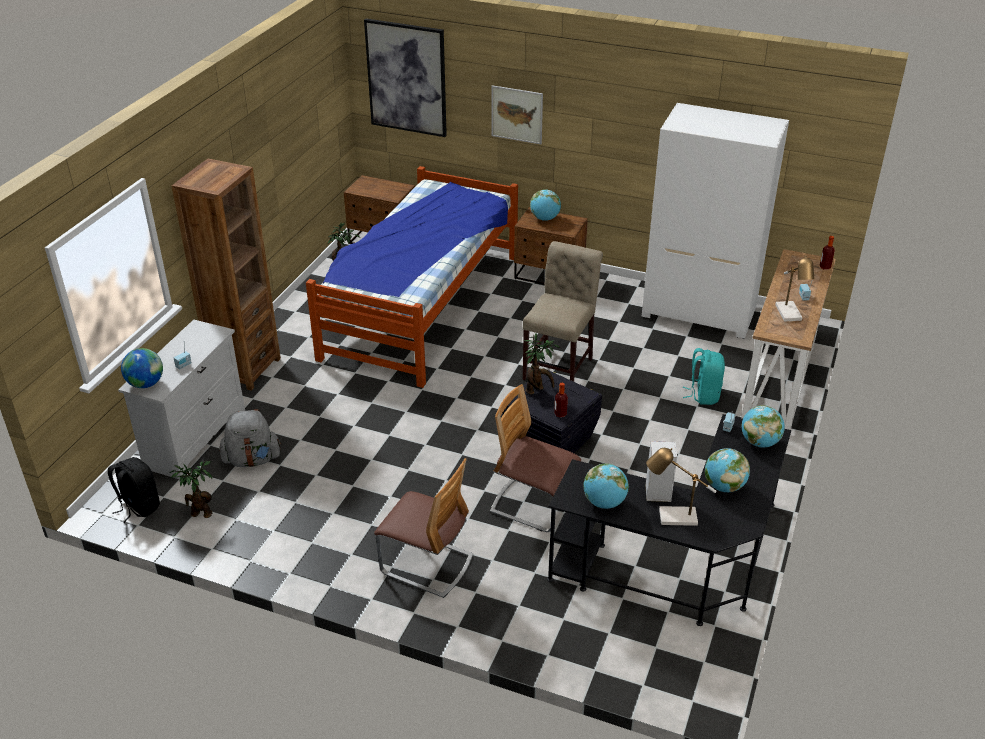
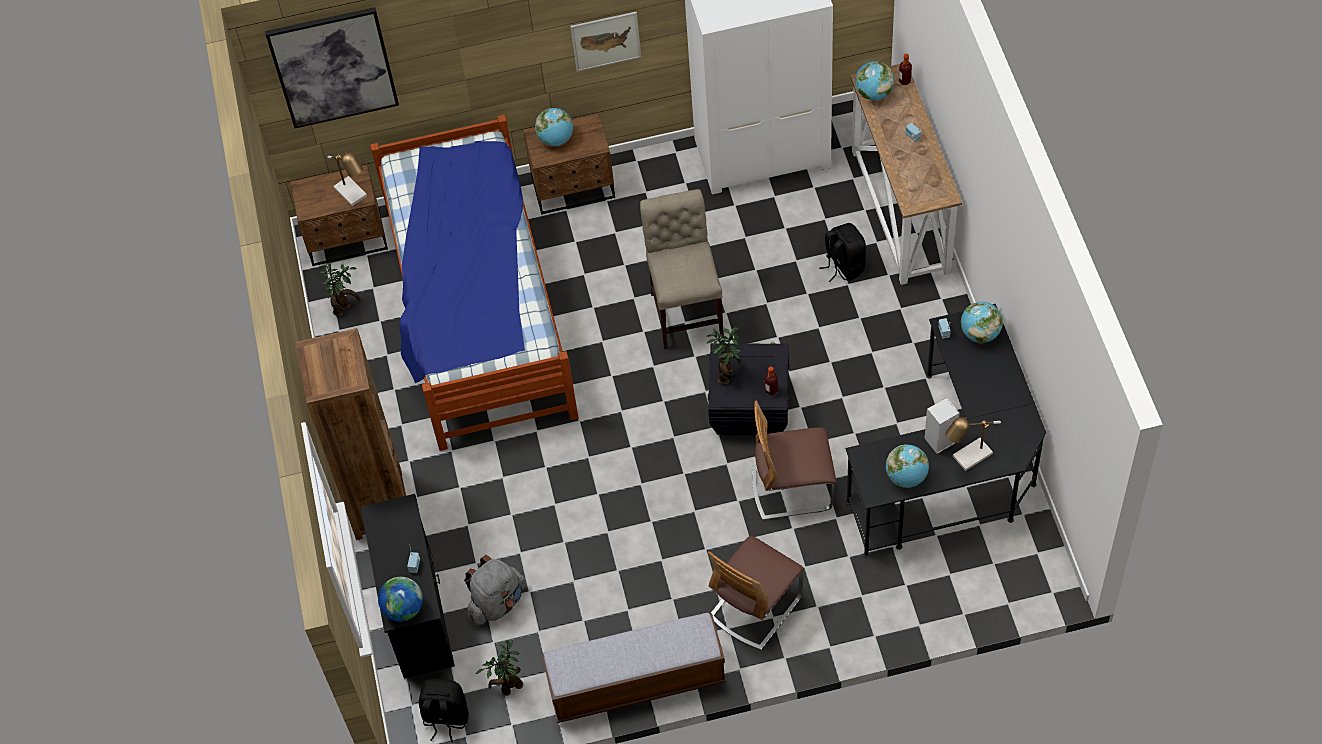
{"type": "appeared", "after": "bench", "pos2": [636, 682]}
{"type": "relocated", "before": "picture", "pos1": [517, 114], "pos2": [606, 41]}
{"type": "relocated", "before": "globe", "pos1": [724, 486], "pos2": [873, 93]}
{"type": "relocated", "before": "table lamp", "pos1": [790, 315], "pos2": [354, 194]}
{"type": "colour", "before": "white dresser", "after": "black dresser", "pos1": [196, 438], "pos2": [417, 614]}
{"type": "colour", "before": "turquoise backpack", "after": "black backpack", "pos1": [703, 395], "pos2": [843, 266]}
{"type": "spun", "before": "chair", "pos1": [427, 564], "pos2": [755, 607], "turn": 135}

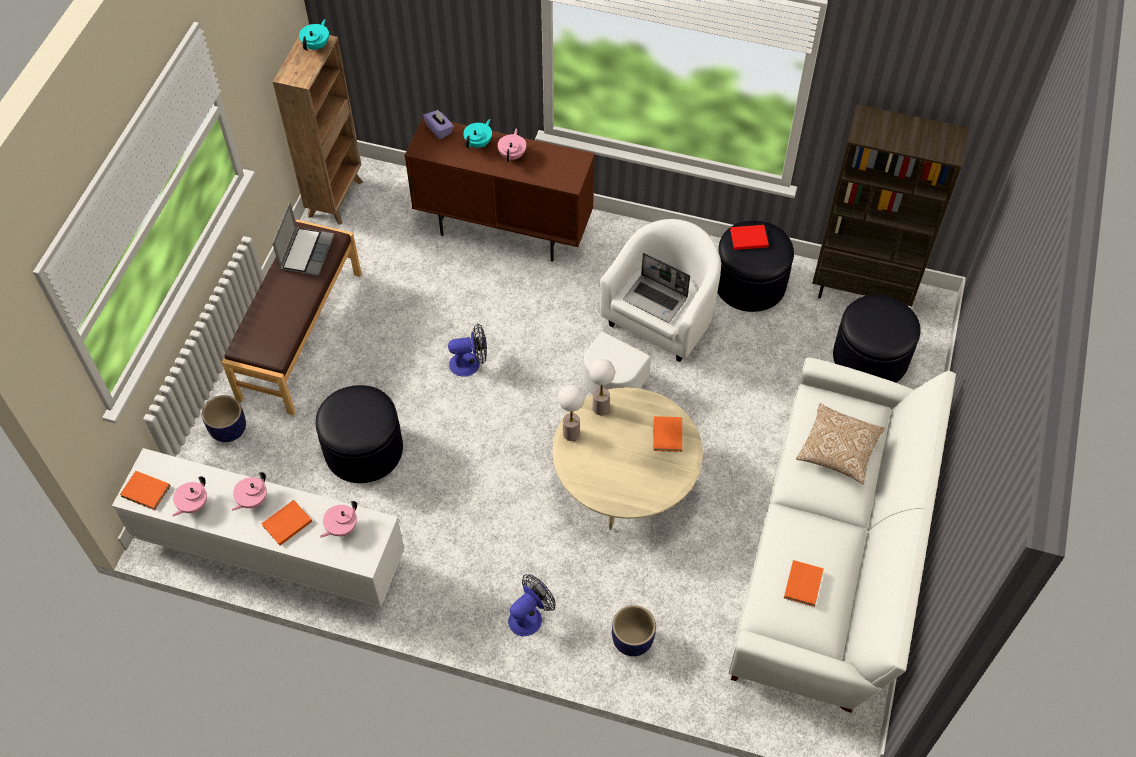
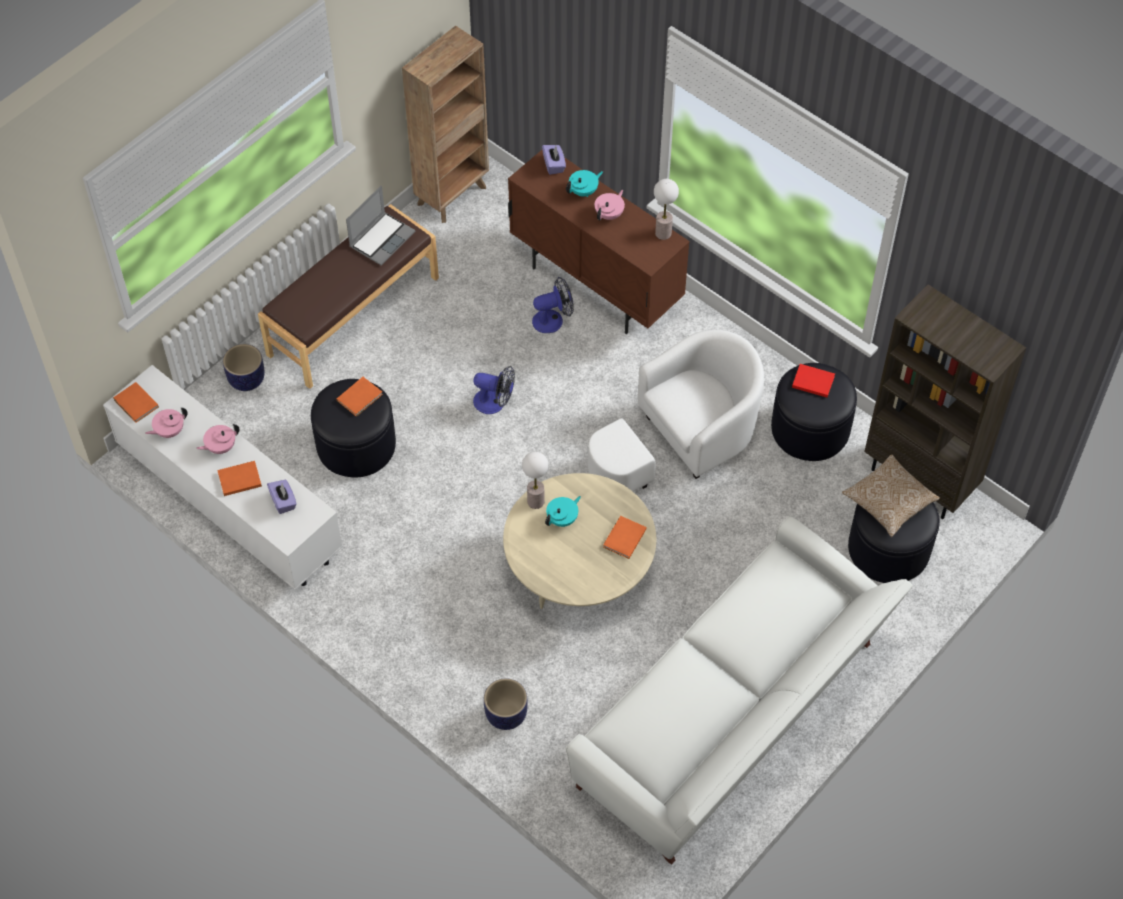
{"type": "missing", "before": "laptop", "pos1": [656, 299]}
{"type": "relocated", "before": "turquoise teapot", "pos1": [317, 45], "pos2": [563, 519]}
{"type": "relocated", "before": "fan", "pos1": [530, 616], "pos2": [553, 320]}
{"type": "relocated", "before": "table lamp", "pos1": [600, 408], "pos2": [663, 233]}
{"type": "relocated", "before": "orange book", "pos1": [804, 583], "pos2": [361, 397]}
{"type": "relocated", "before": "pillow", "pos1": [838, 450], "pos2": [889, 502]}
{"type": "exchanged", "before": "pink teapot", "after": "purple tissue box", "pos1": [341, 527], "pos2": [283, 501]}

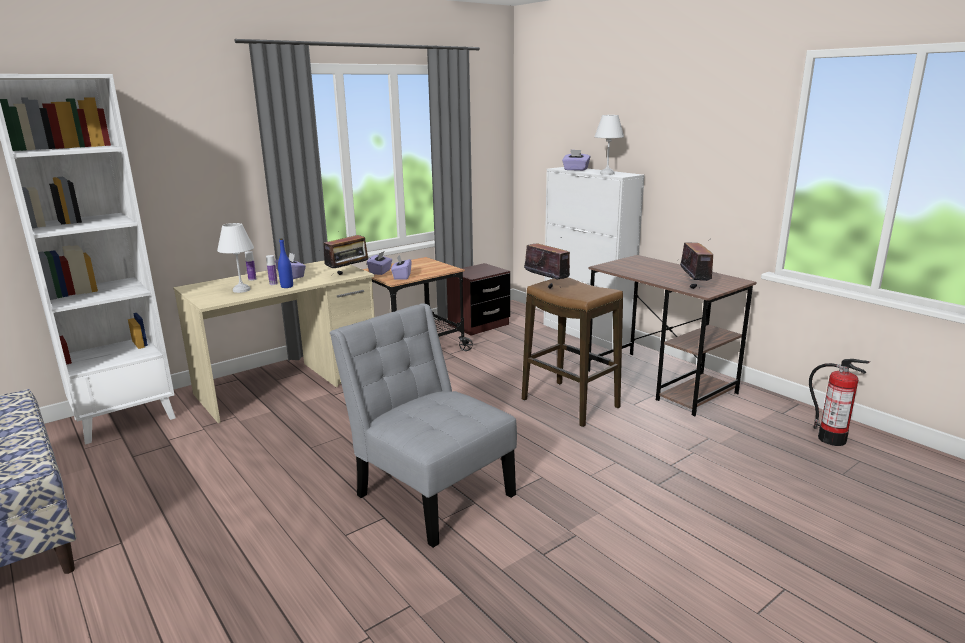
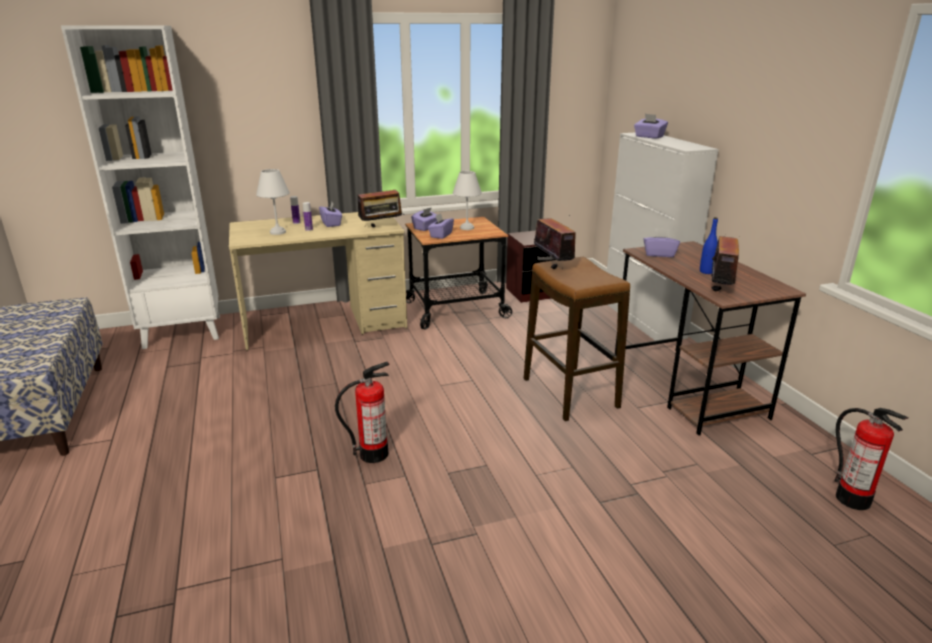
{"type": "appeared", "after": "purple tissue box", "pos2": [659, 254]}
{"type": "relocated", "before": "blue bottle", "pos1": [287, 286], "pos2": [706, 272]}
{"type": "relocated", "before": "white table lamp", "pos1": [607, 174], "pos2": [467, 228]}
{"type": "exchanged", "before": "grey chair", "after": "fire extinguisher", "pos1": [430, 491], "pos2": [373, 454]}

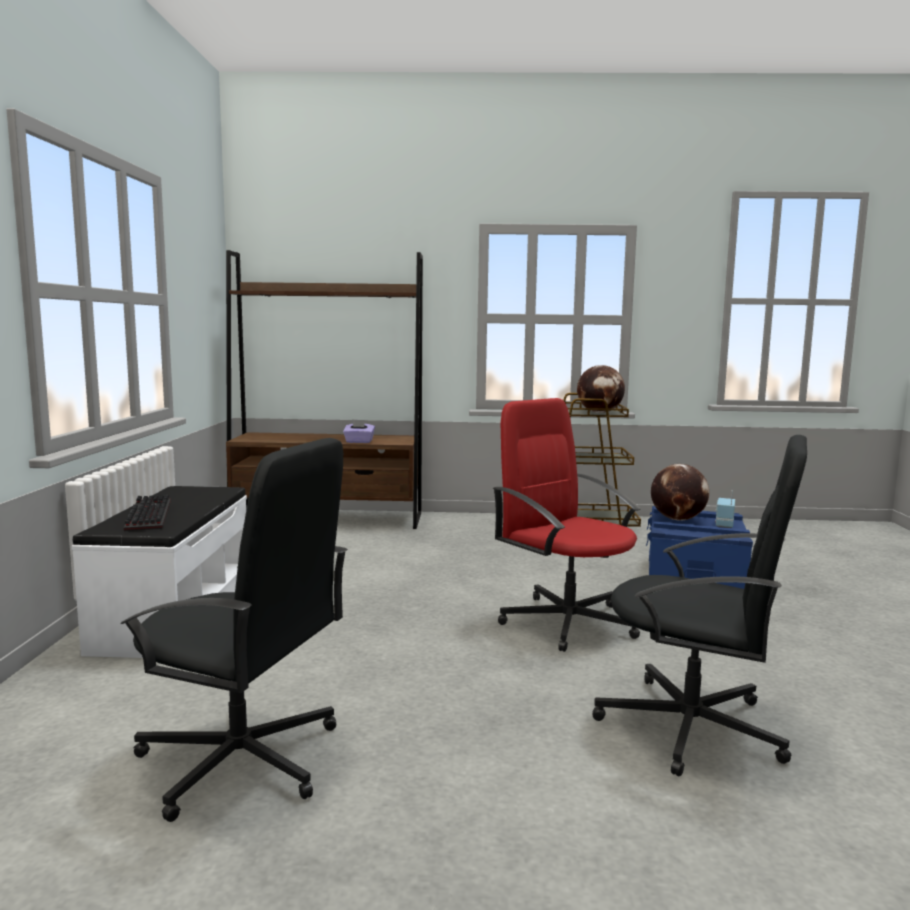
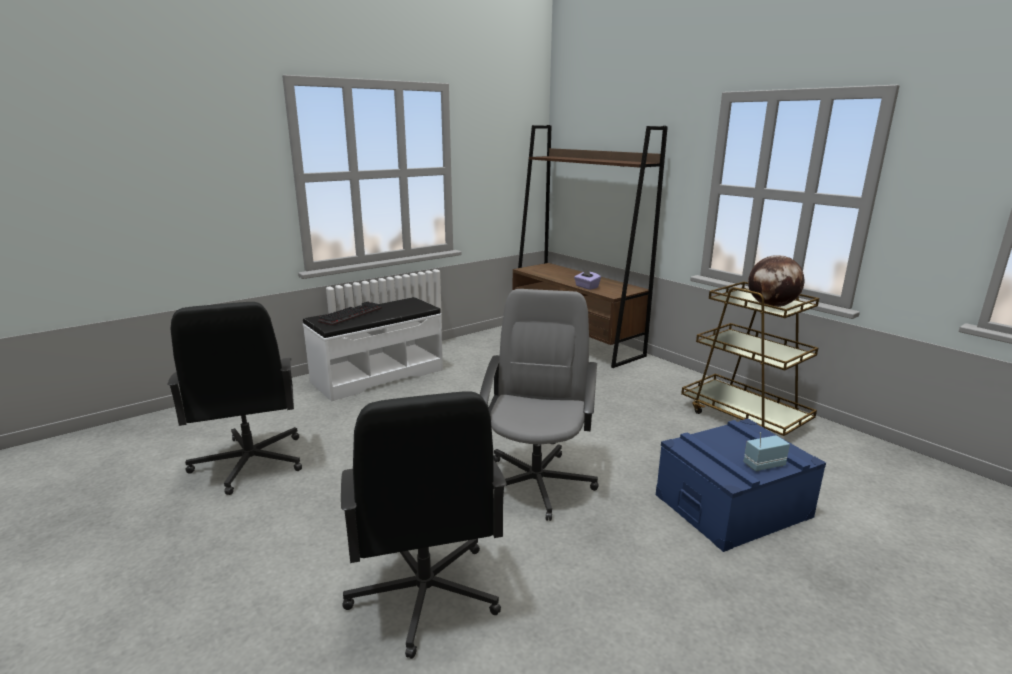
{"type": "missing", "before": "globe", "pos1": [677, 519]}
{"type": "colour", "before": "red office chair", "after": "grey office chair", "pos1": [567, 621], "pos2": [537, 482]}

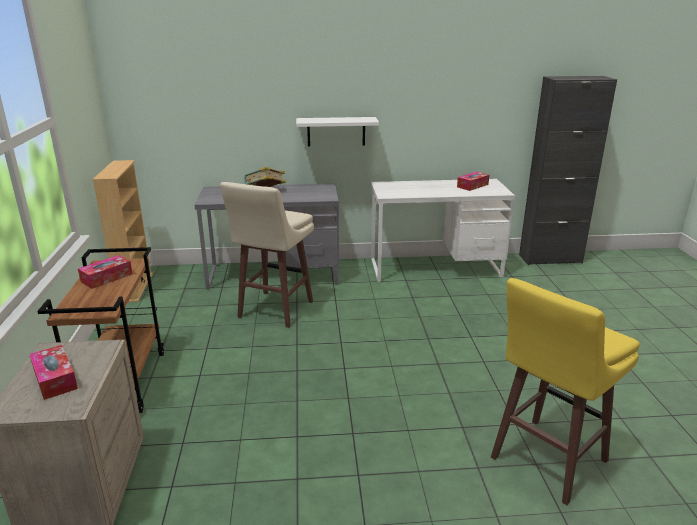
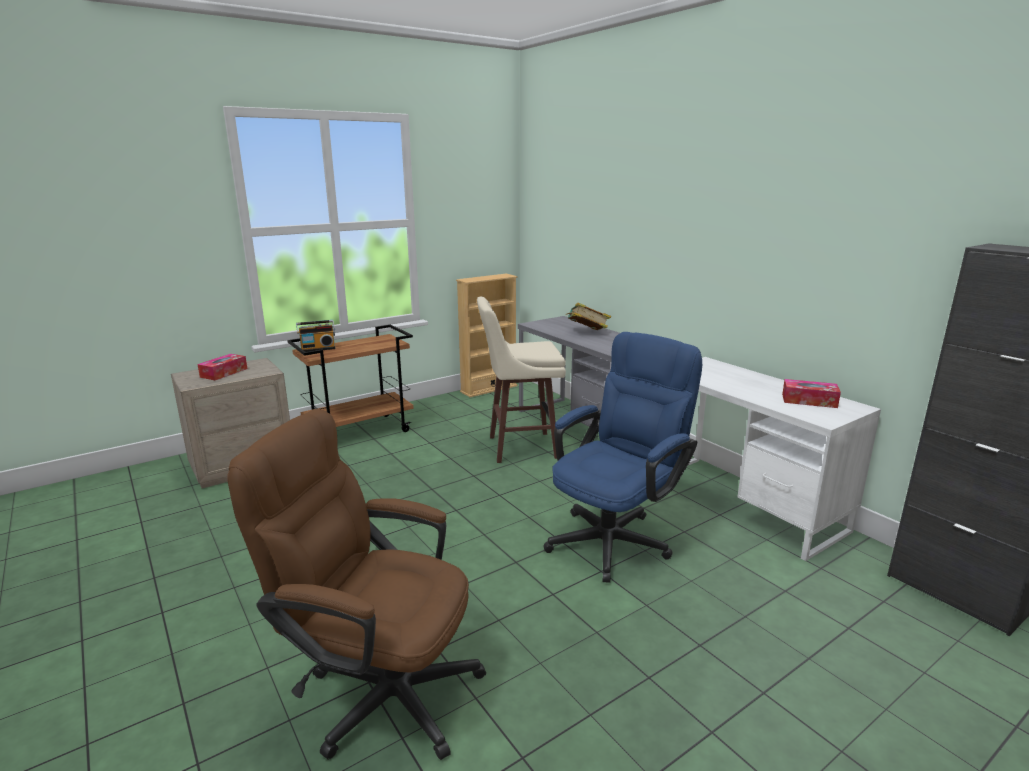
{"type": "missing", "before": "tissue box", "pos1": [107, 278]}
{"type": "missing", "before": "white shelf", "pos1": [336, 131]}
{"type": "appeared", "after": "radio", "pos2": [318, 349]}
{"type": "appeared", "after": "blue office chair", "pos2": [616, 537]}
{"type": "exchanged", "before": "yellow stool", "after": "brown office chair", "pos1": [546, 460], "pos2": [379, 689]}

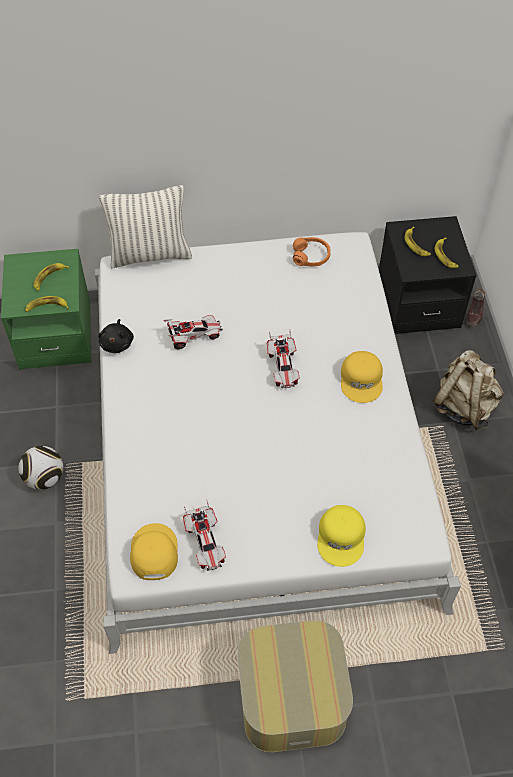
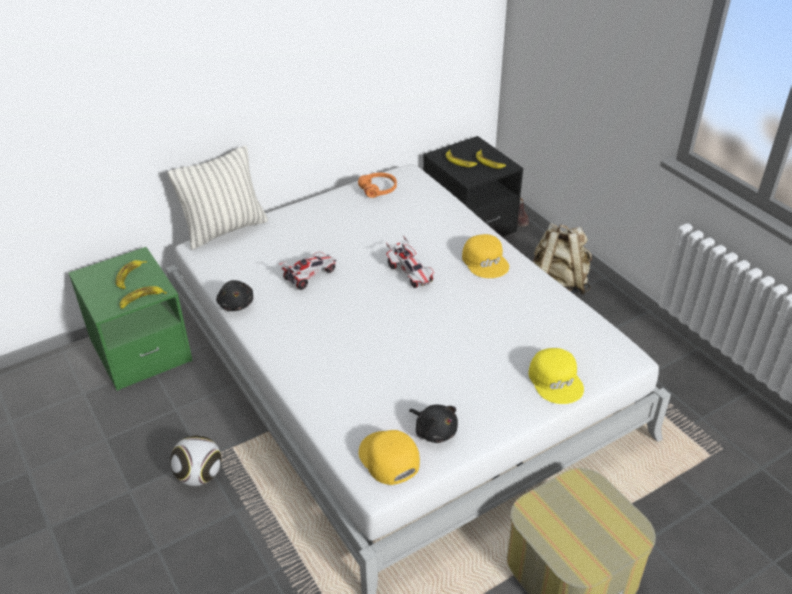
{"type": "exchanged", "before": "toy car", "after": "black plush toy", "pos1": [206, 543], "pos2": [434, 431]}

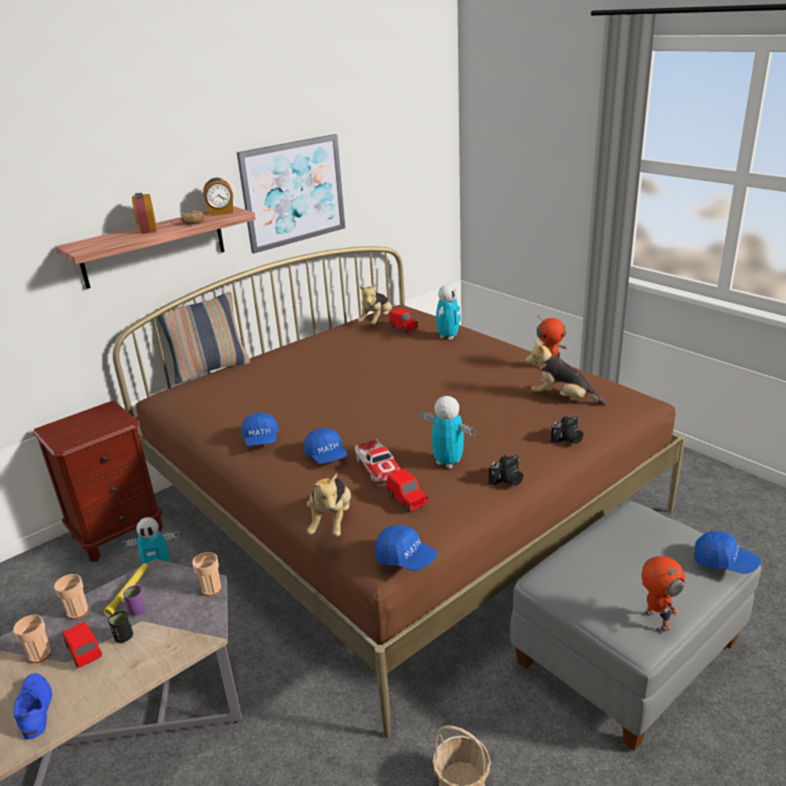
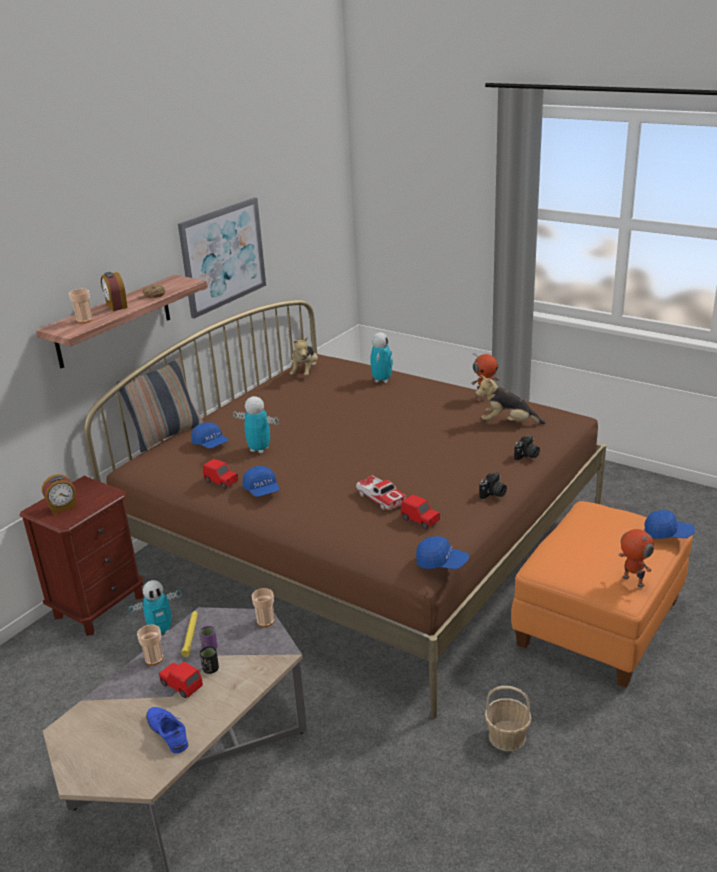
{"type": "missing", "before": "plush toy", "pos1": [332, 522]}
{"type": "relocated", "before": "cup", "pos1": [39, 654], "pos2": [84, 320]}
{"type": "relocated", "before": "alarm clock", "pos1": [221, 213], "pos2": [62, 507]}
{"type": "relocated", "before": "blue cap", "pos1": [326, 456], "pos2": [210, 444]}
{"type": "relocated", "before": "red toy car", "pos1": [403, 328], "pos2": [221, 482]}
{"type": "relocated", "before": "toy robot", "pos1": [448, 462], "pos2": [259, 449]}
{"type": "colour", "before": "grey ottoman", "after": "orange ottoman", "pos1": [626, 653], "pos2": [598, 623]}

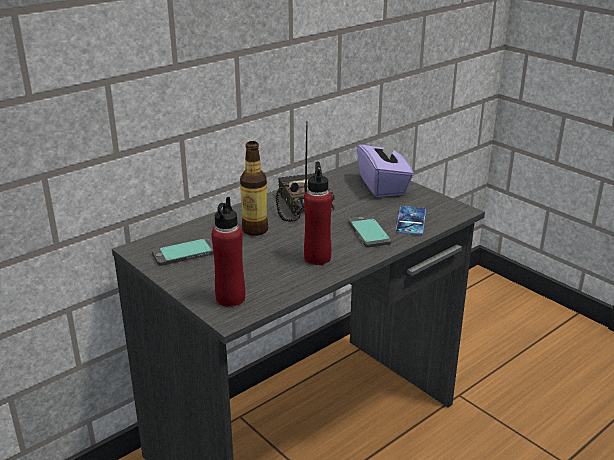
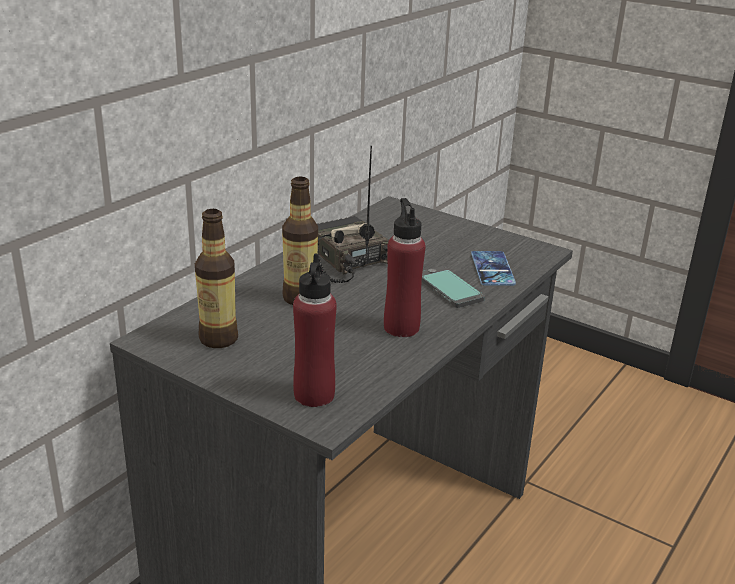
{"type": "missing", "before": "purple tissue box", "pos1": [383, 186]}
{"type": "exchanged", "before": "phone", "after": "bottle", "pos1": [184, 253], "pos2": [219, 339]}

